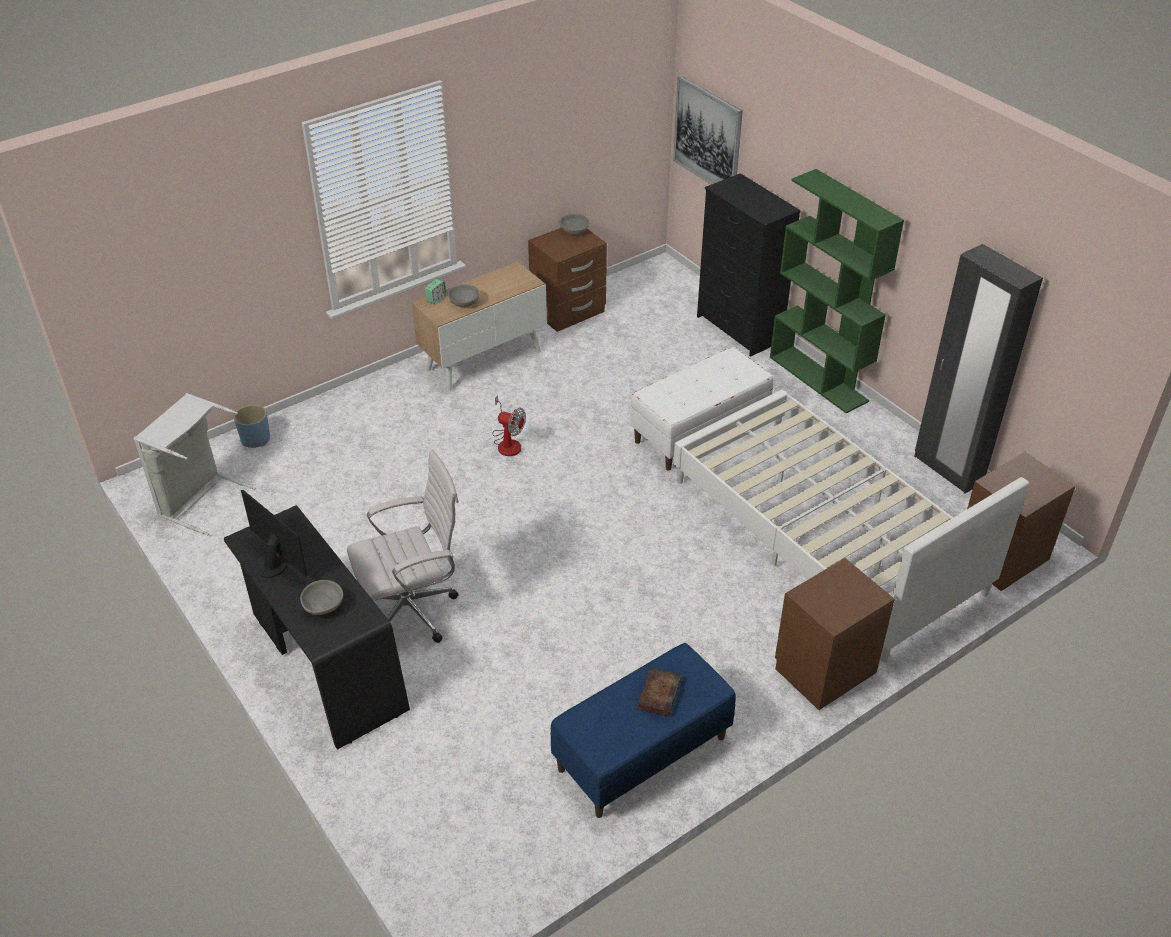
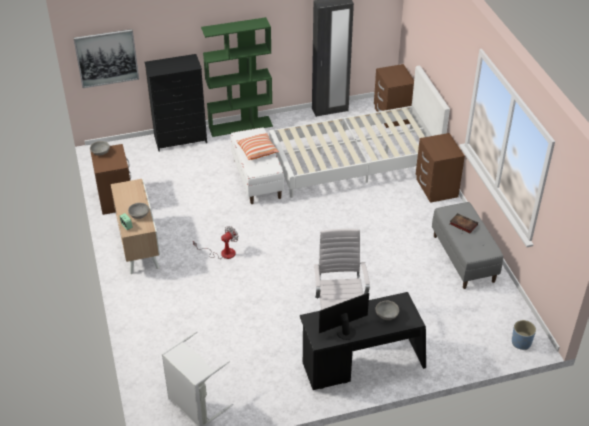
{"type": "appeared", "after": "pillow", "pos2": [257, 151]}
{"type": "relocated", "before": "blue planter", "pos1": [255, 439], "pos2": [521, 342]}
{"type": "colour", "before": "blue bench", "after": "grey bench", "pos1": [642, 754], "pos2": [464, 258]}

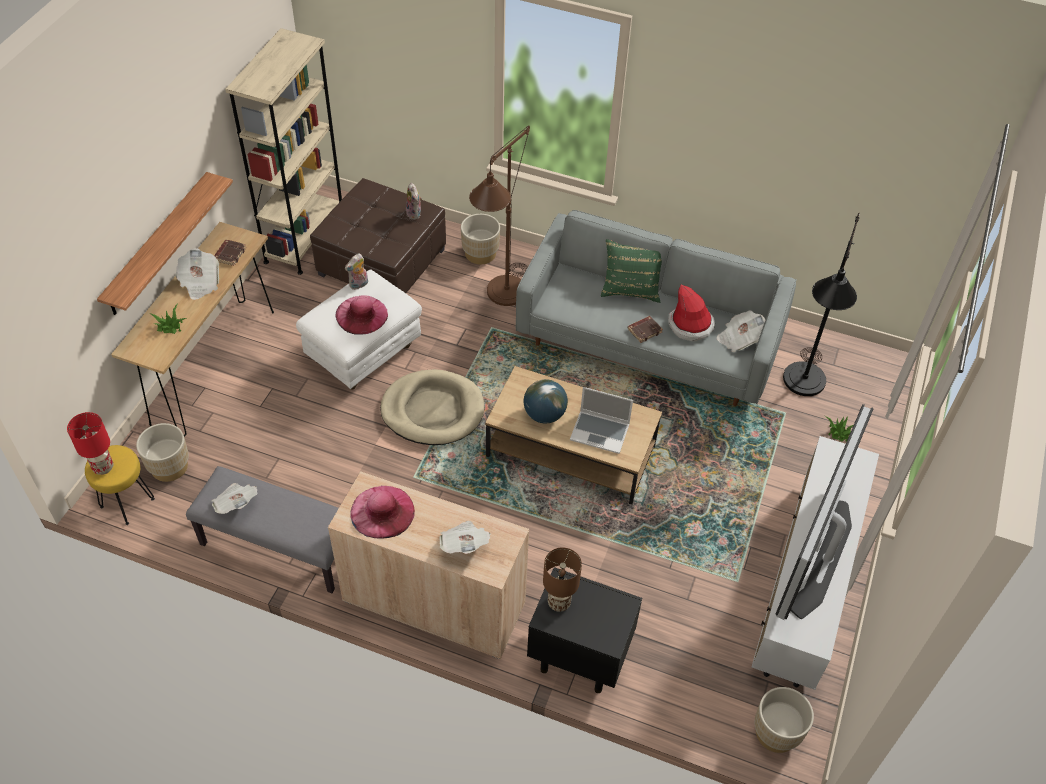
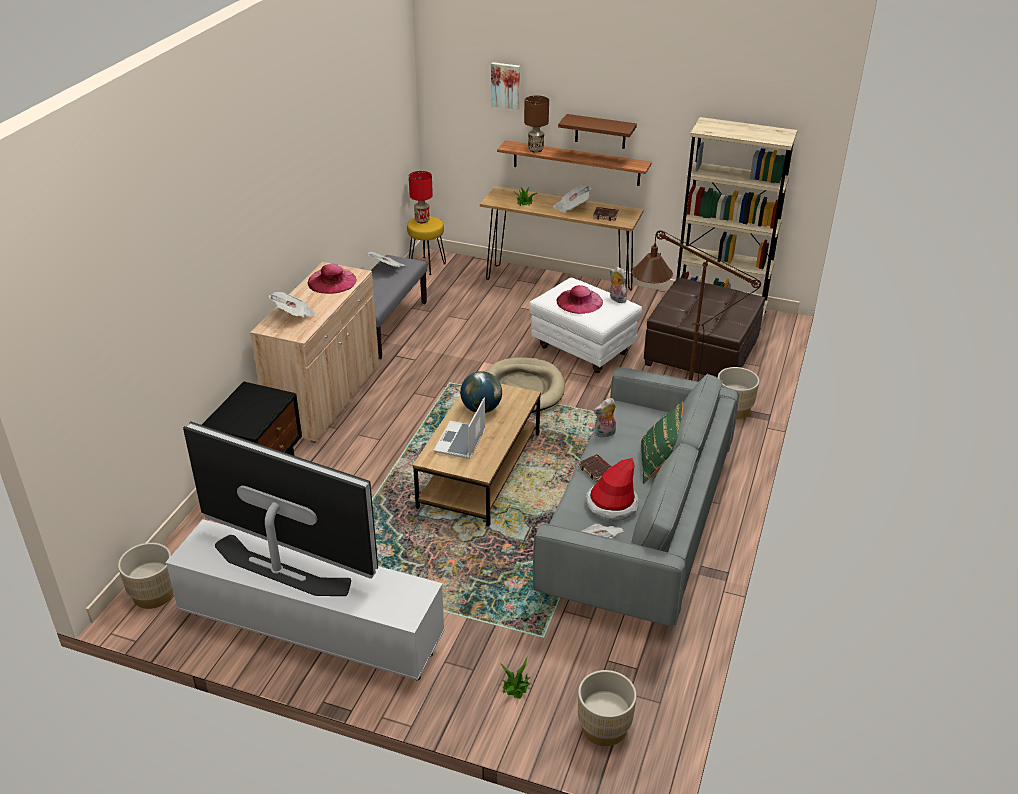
{"type": "missing", "before": "black floor lamp", "pos1": [801, 389]}
{"type": "appeared", "after": "picture", "pos2": [506, 85]}
{"type": "appeared", "after": "brown shelf", "pos2": [600, 131]}
{"type": "relocated", "before": "beige planter", "pos1": [169, 467], "pos2": [604, 727]}
{"type": "relocated", "before": "plush toy", "pos1": [415, 214], "pos2": [604, 434]}
{"type": "relocated", "before": "brown table lamp", "pos1": [558, 603], "pos2": [535, 149]}

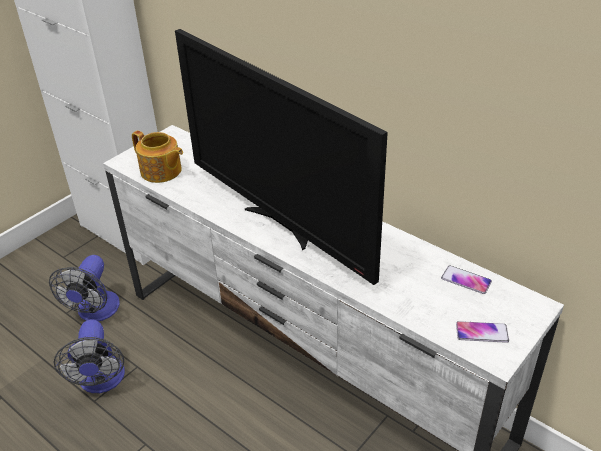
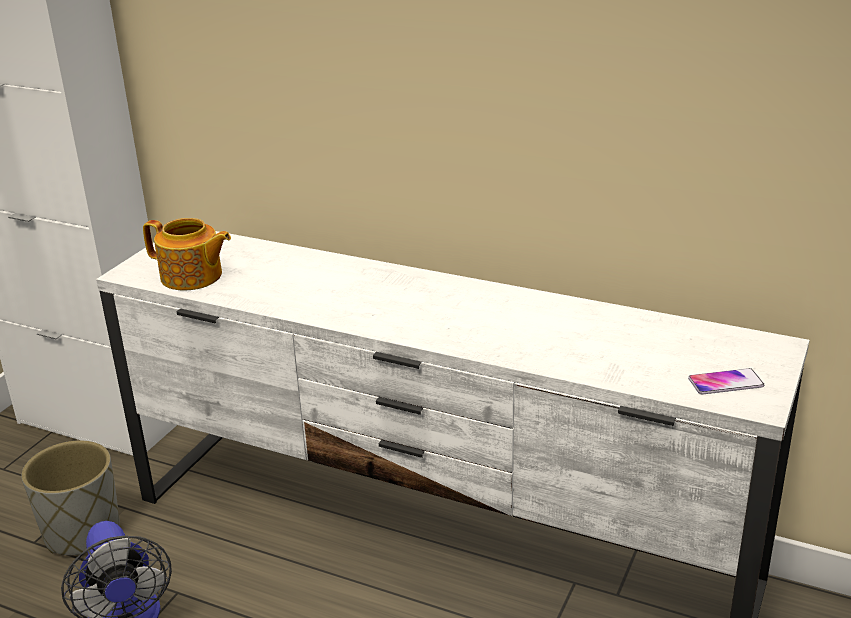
{"type": "missing", "before": "television", "pos1": [281, 225]}
{"type": "missing", "before": "phone", "pos1": [466, 280]}
{"type": "exchanged", "before": "fan", "after": "grey planter", "pos1": [95, 312], "pos2": [83, 533]}

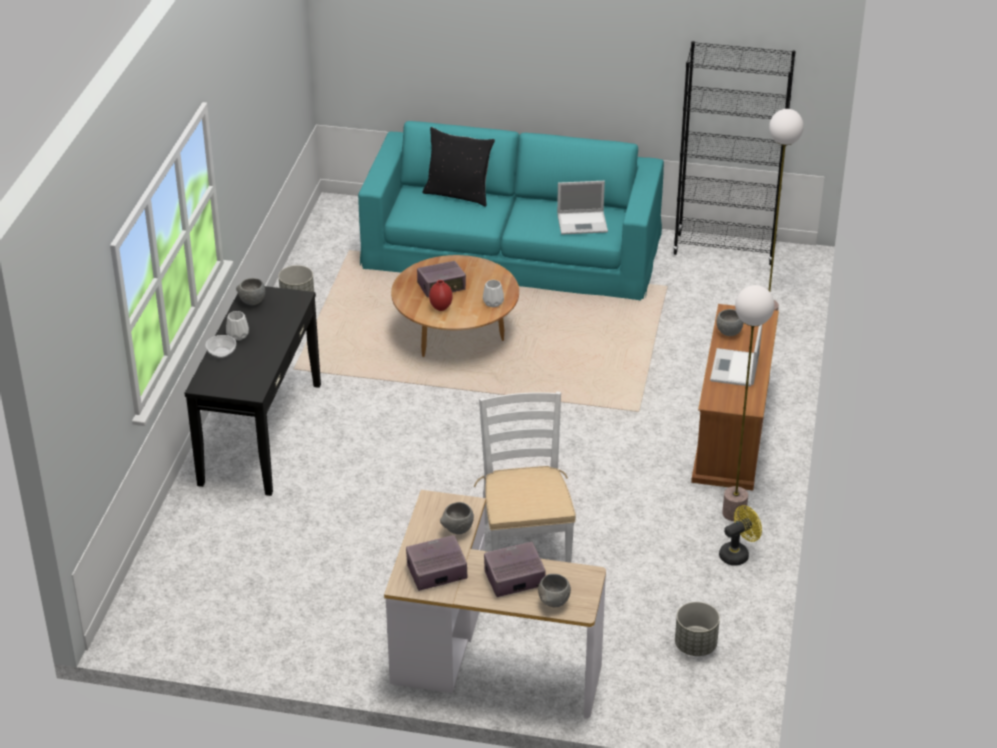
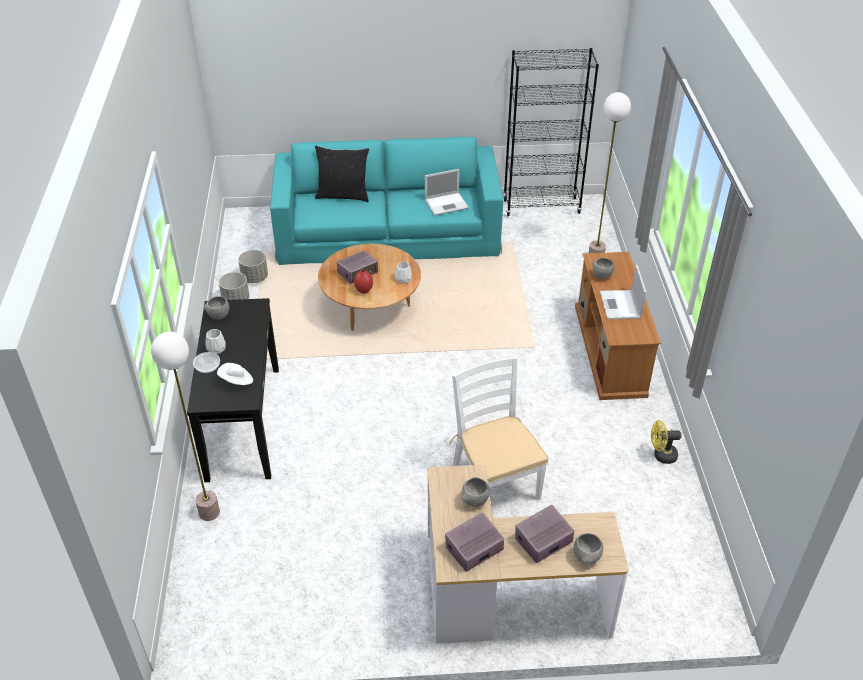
{"type": "appeared", "after": "white hat", "pos2": [236, 381]}
{"type": "relocated", "before": "grey planter", "pos1": [695, 646], "pos2": [255, 278]}
{"type": "relocated", "before": "floor lamp", "pos1": [734, 513], "pos2": [209, 512]}
{"type": "spun", "before": "yellow fan", "pos1": [737, 554], "pos2": [661, 455], "turn": -135}

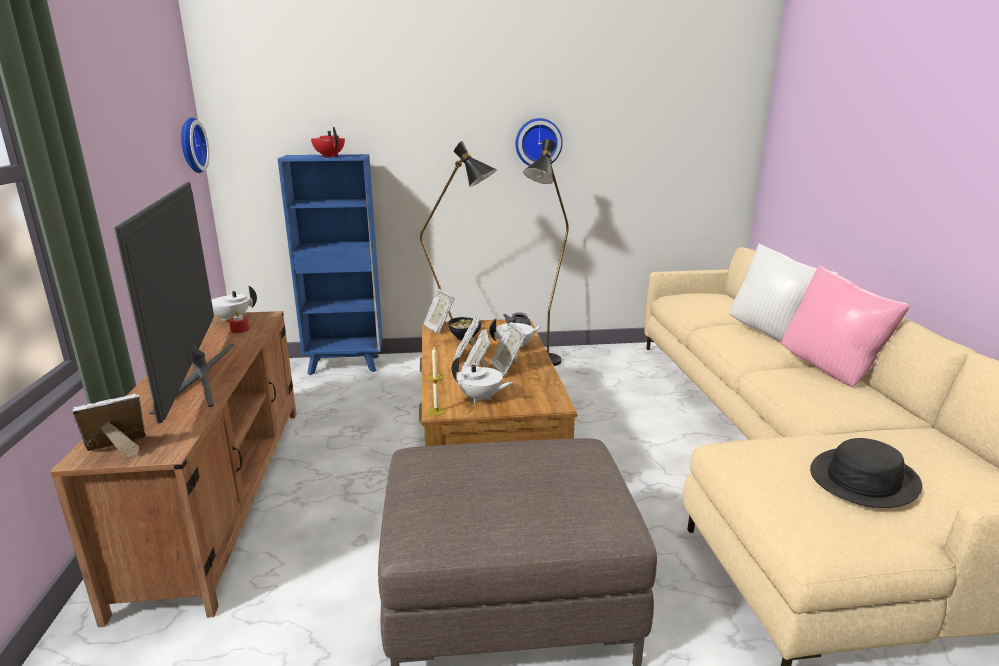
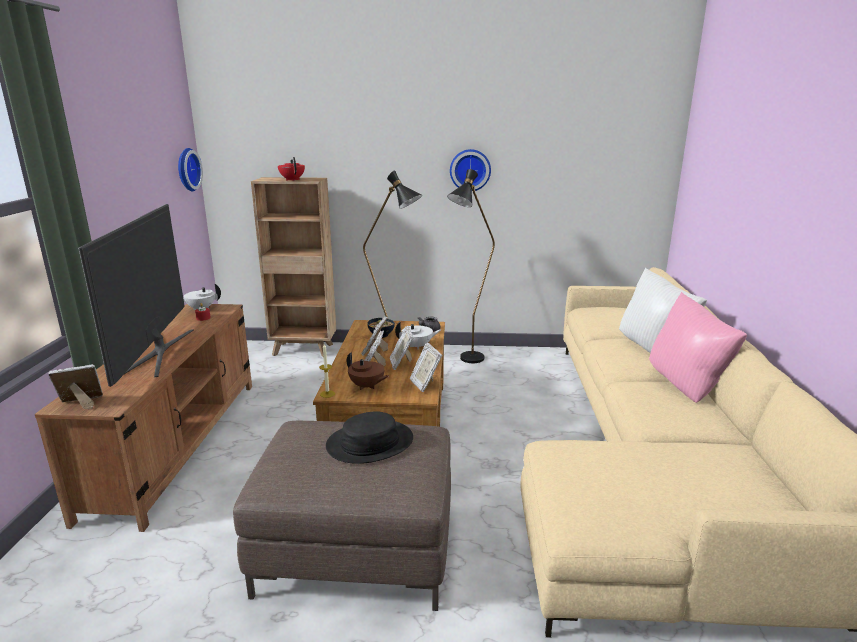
{"type": "relocated", "before": "picture frame", "pos1": [439, 328], "pos2": [425, 384]}
{"type": "relocated", "before": "black hat", "pos1": [863, 479], "pos2": [370, 443]}
{"type": "colour", "before": "blue bookcase", "after": "brown bookcase", "pos1": [346, 365], "pos2": [304, 350]}
{"type": "colour", "before": "white teapot", "after": "brown teapot", "pos1": [480, 398], "pos2": [367, 386]}

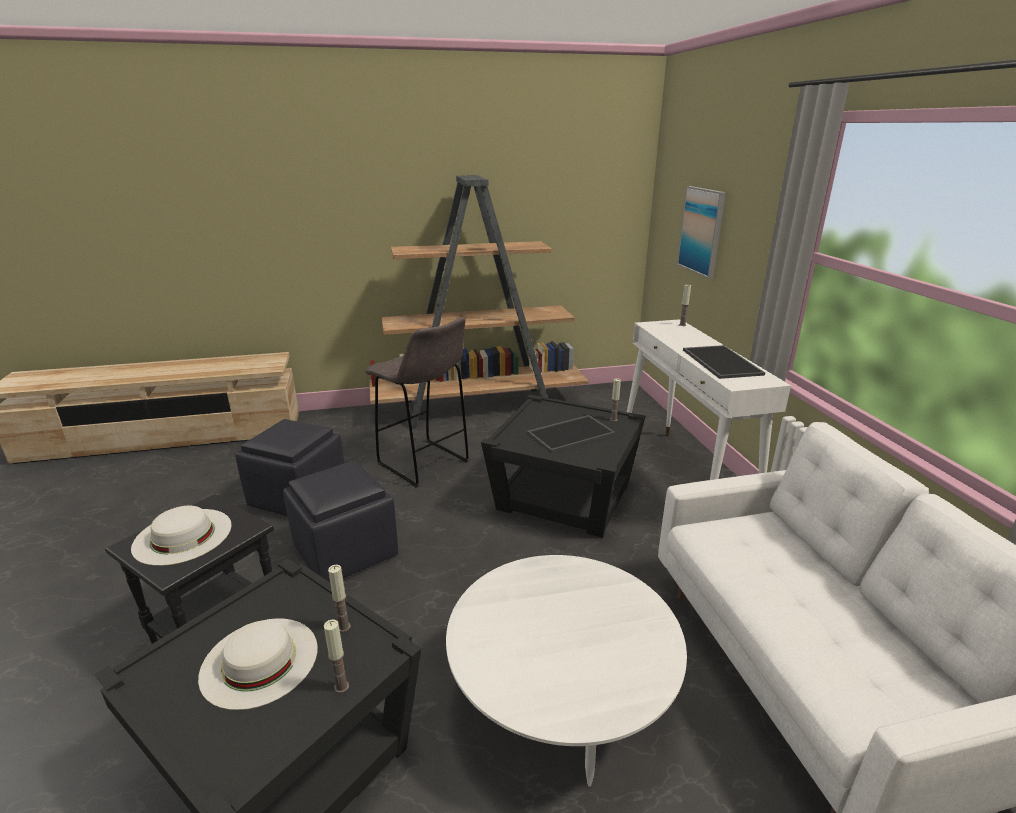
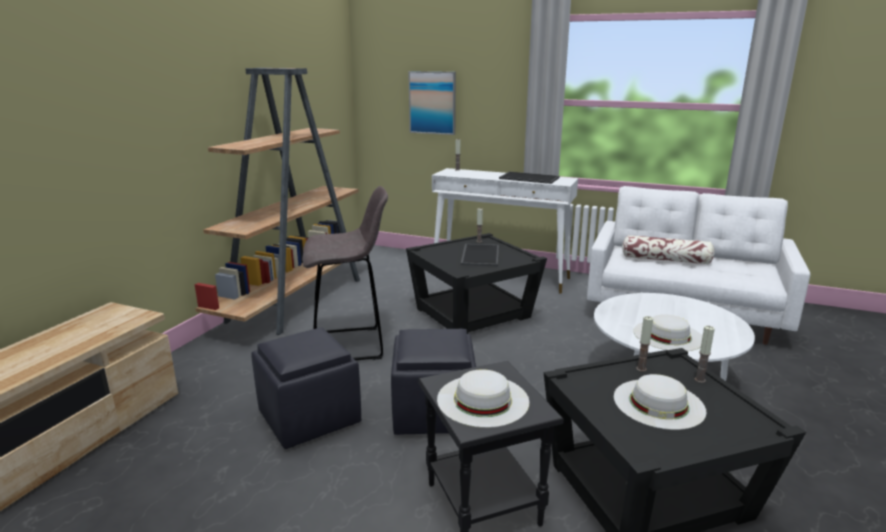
{"type": "appeared", "after": "pillow", "pos2": [666, 260]}
{"type": "appeared", "after": "white hat", "pos2": [668, 335]}

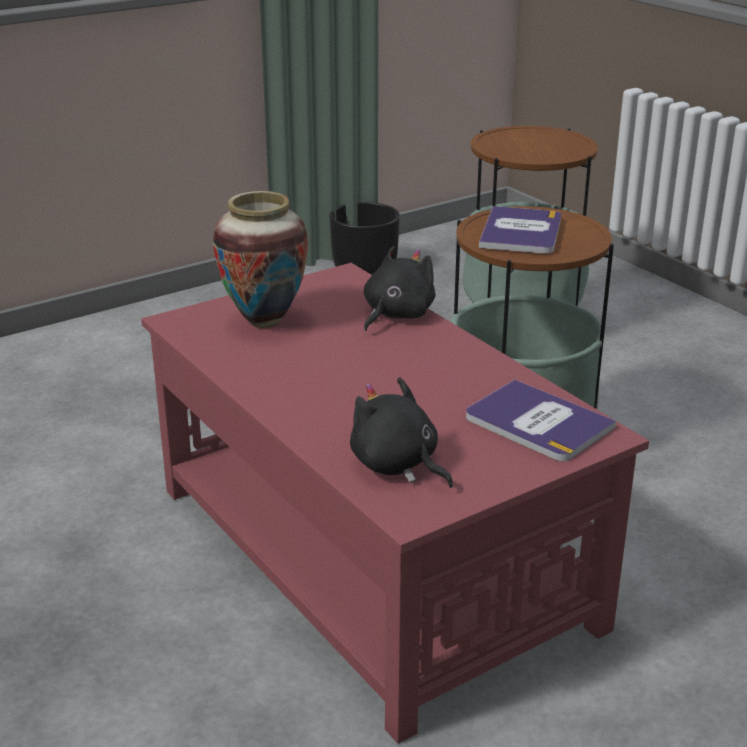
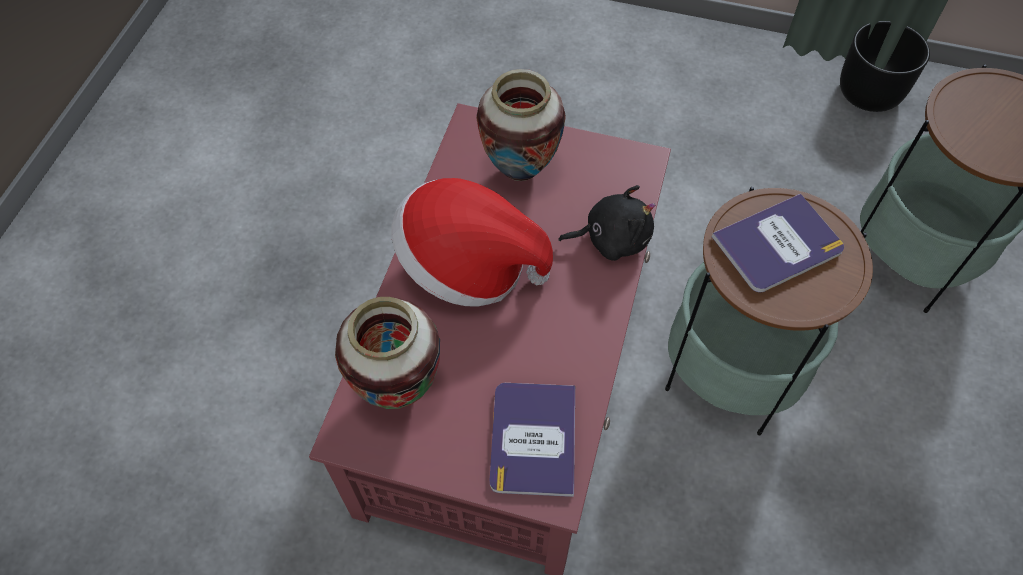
{"type": "appeared", "after": "hat", "pos2": [468, 266]}
{"type": "exchanged", "before": "black plush toy", "after": "vase", "pos1": [397, 465], "pos2": [398, 389]}

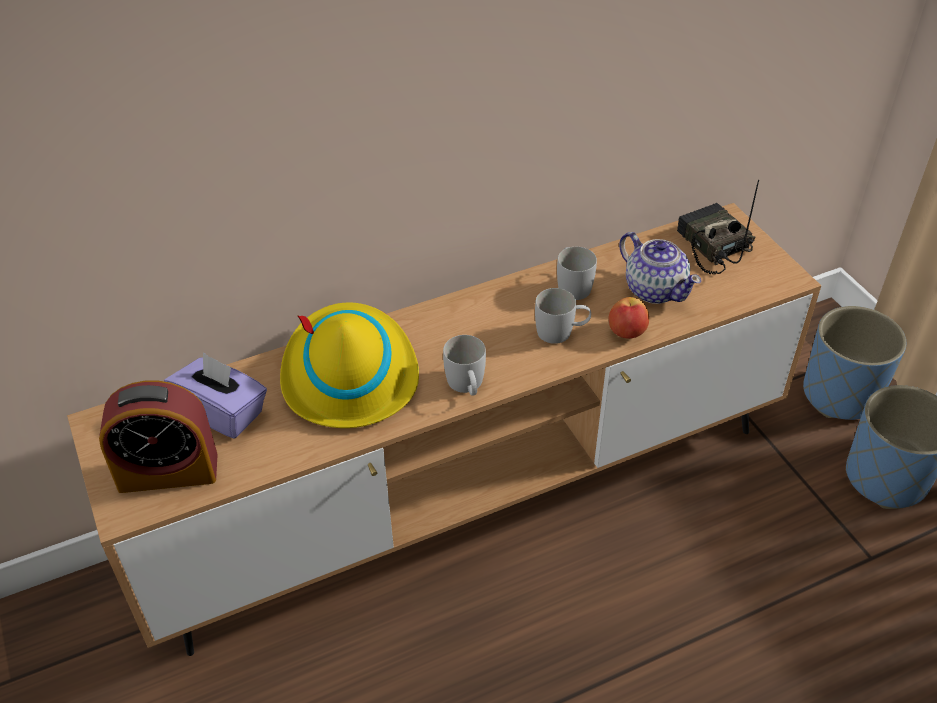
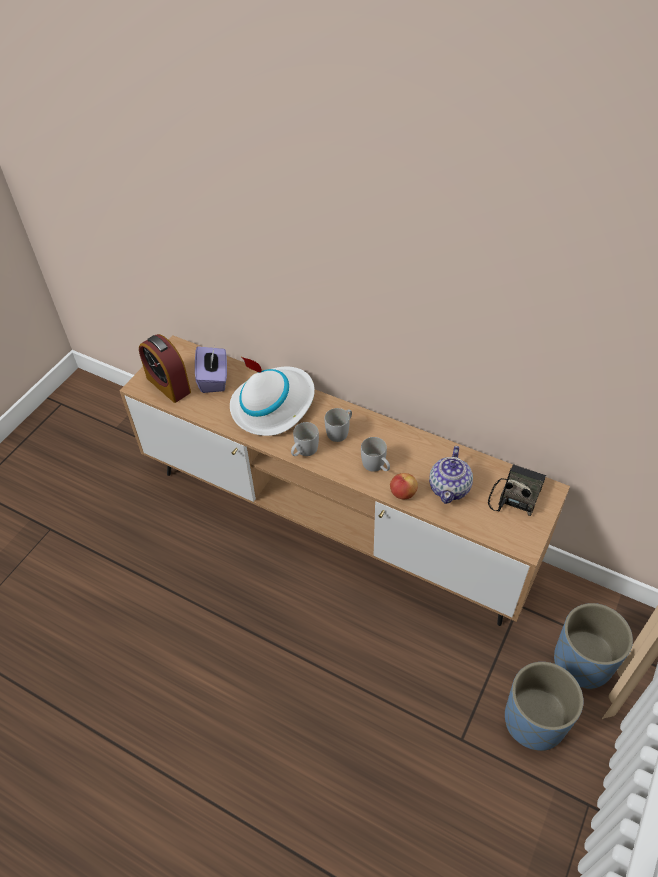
{"type": "relocated", "before": "white mug", "pos1": [572, 285], "pos2": [340, 431]}
{"type": "colour", "before": "yellow hat", "after": "white hat", "pos1": [349, 374], "pos2": [273, 405]}

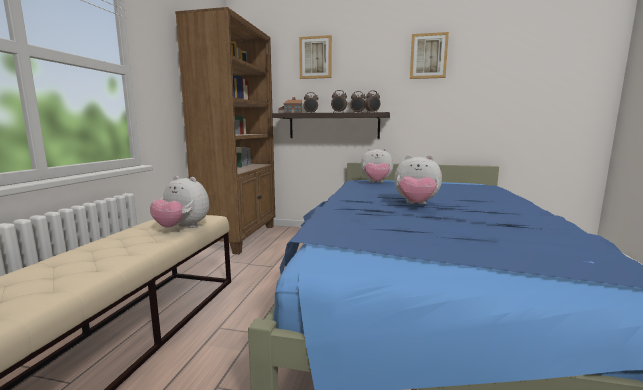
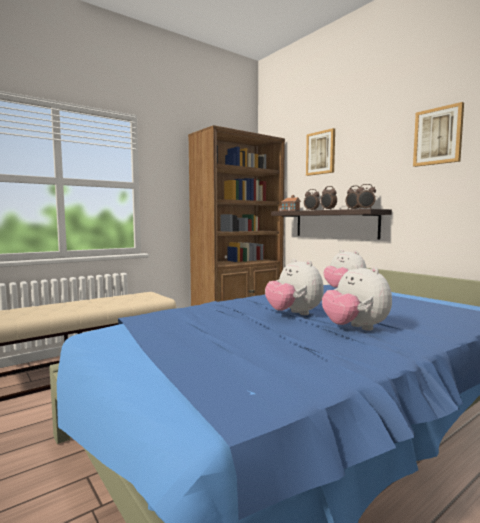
{"type": "relocated", "before": "plush toy", "pos1": [182, 228], "pos2": [355, 328]}

